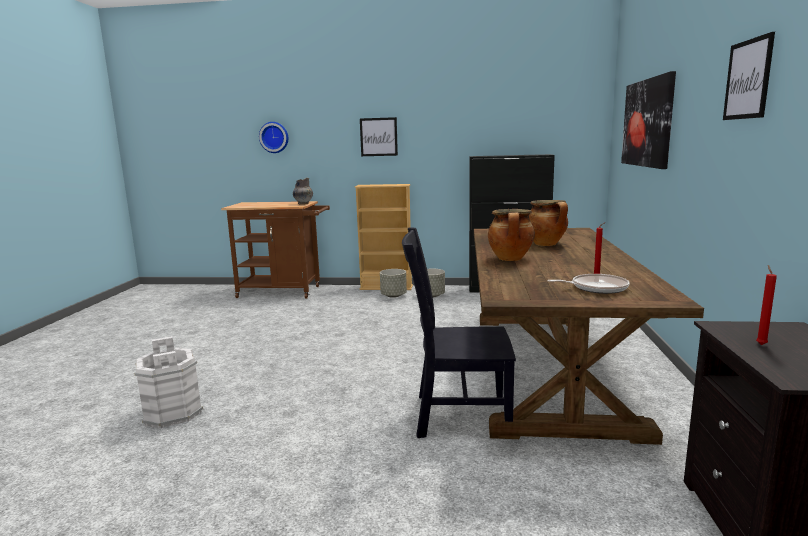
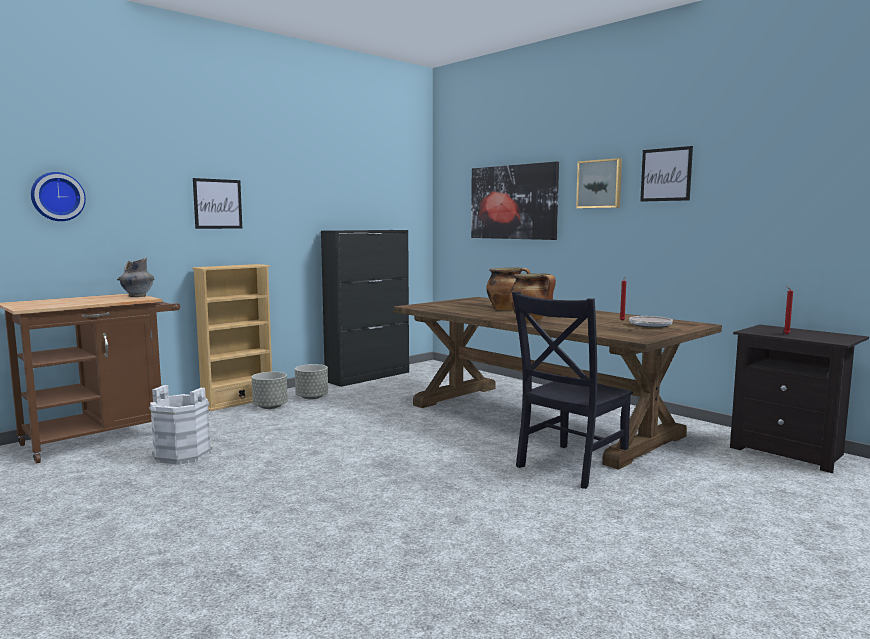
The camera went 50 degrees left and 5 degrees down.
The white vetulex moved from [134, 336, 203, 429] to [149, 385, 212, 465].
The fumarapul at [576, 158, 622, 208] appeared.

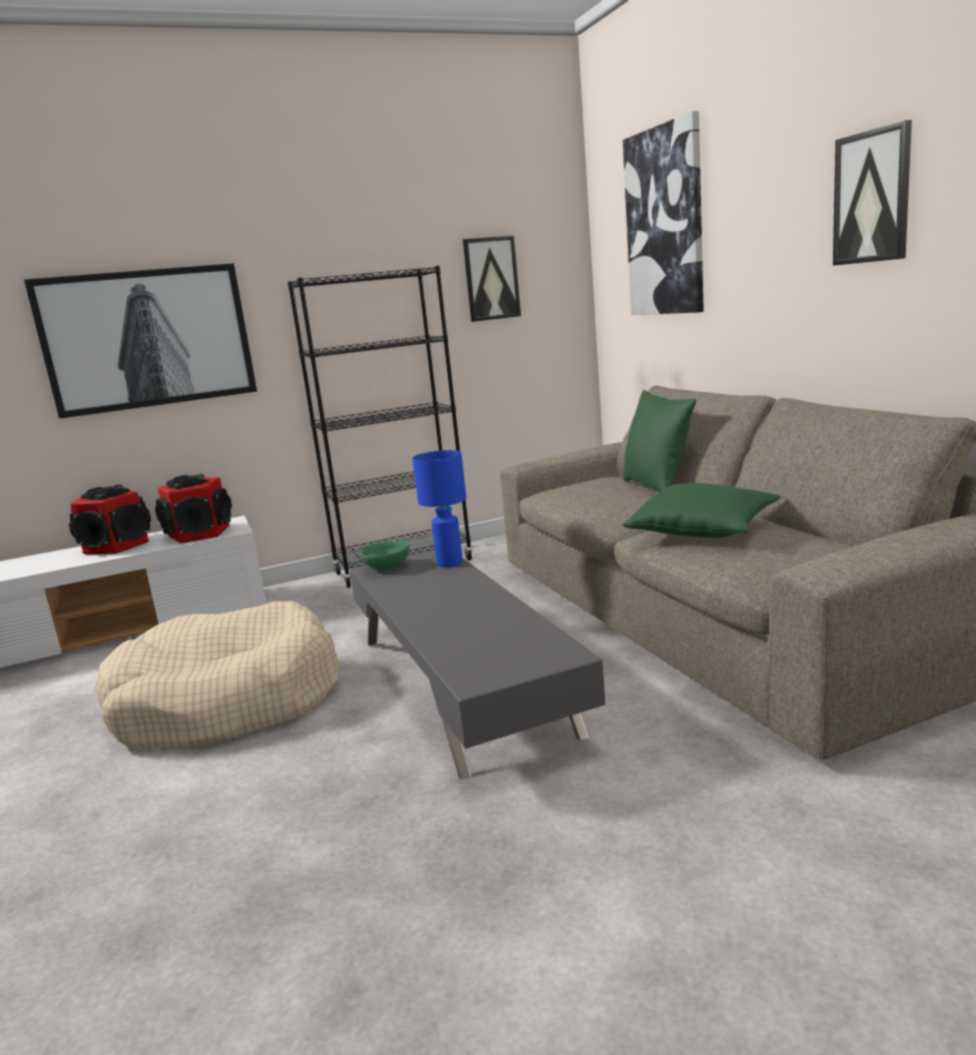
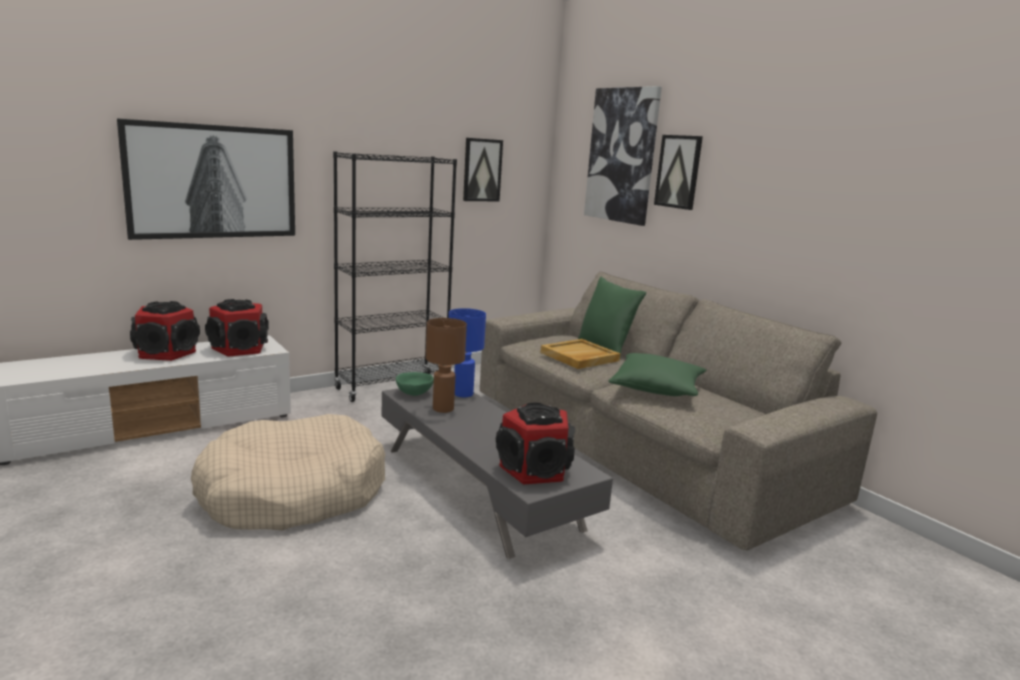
The camera went 15 degrees left and 0 degrees up.
The fumarapul moved from [833, 120, 912, 266] to [654, 135, 703, 210].
The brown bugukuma at [426, 318, 467, 413] appeared.
The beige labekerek at [540, 339, 620, 369] appeared.
The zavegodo at [496, 403, 575, 485] appeared.

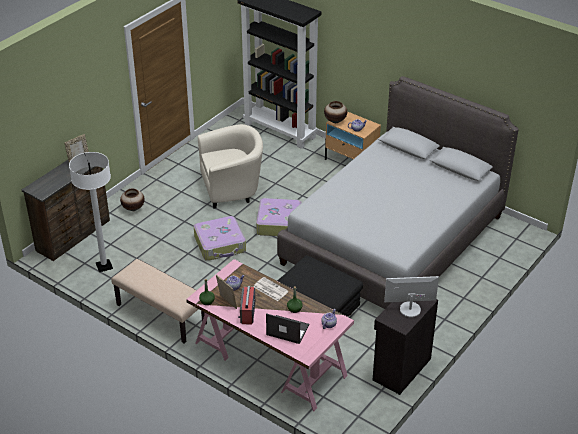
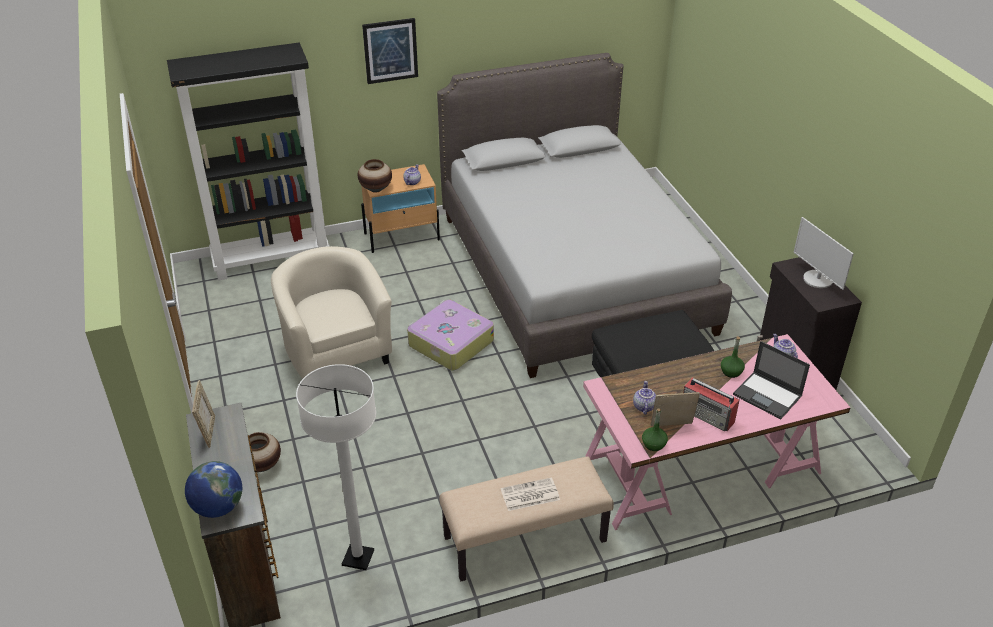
The camera went 55 degrees left and 0 degrees up.
The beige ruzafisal at [198, 124, 263, 209] turned 45 degrees counterclockwise.
The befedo at [194, 216, 246, 261] disappeared.
The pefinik at [384, 276, 439, 317] turned 60 degrees counterclockwise.
The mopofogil moved from [253, 277, 289, 301] to [501, 478, 560, 511].
The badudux at [266, 313, 310, 344] turned 105 degrees counterclockwise.
The fumarapul at [362, 18, 418, 84] appeared.
The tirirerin at [185, 461, 242, 518] appeared.

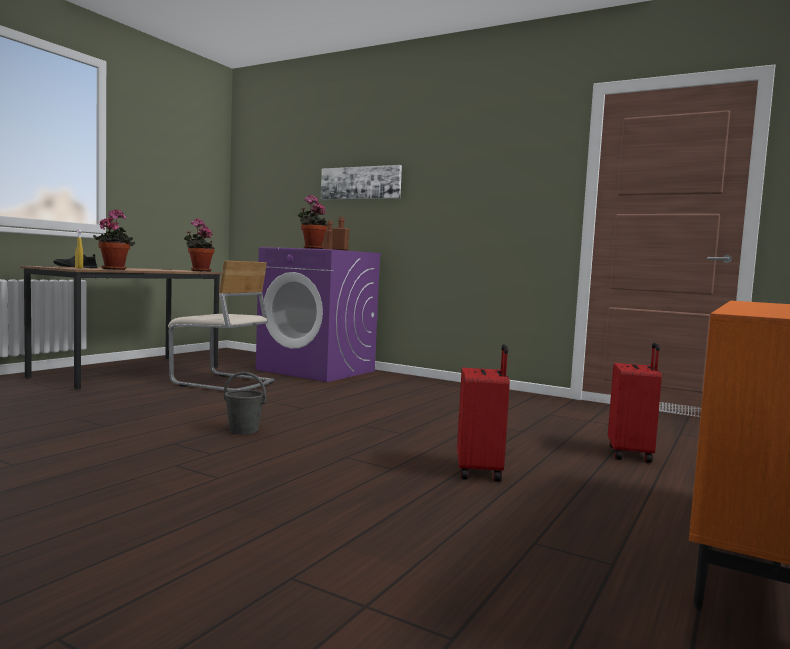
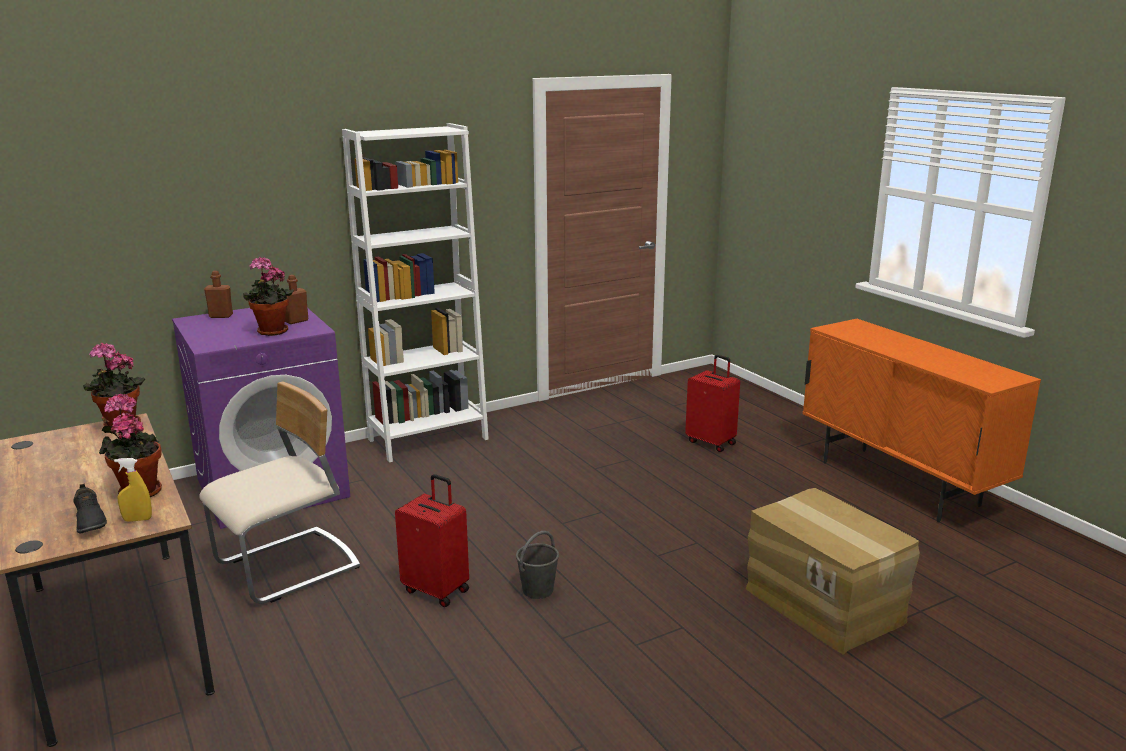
The camera went 60 degrees left and 15 degrees up.
The fumarapul at [321, 165, 402, 199] disappeared.
The red befedo moved from [457, 344, 510, 482] to [395, 474, 469, 607].
The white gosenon at [342, 123, 489, 462] appeared.
The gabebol at [746, 488, 920, 655] appeared.

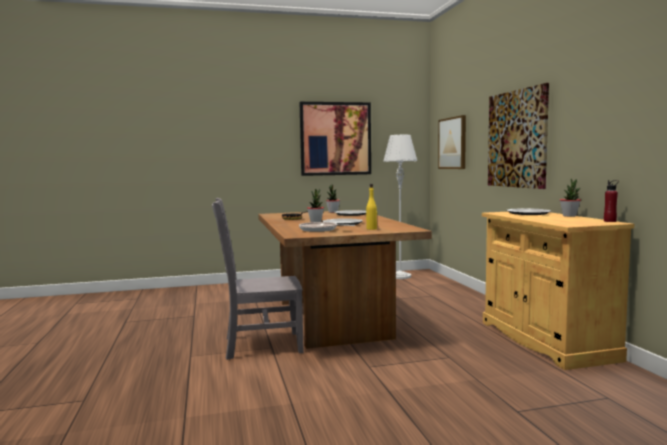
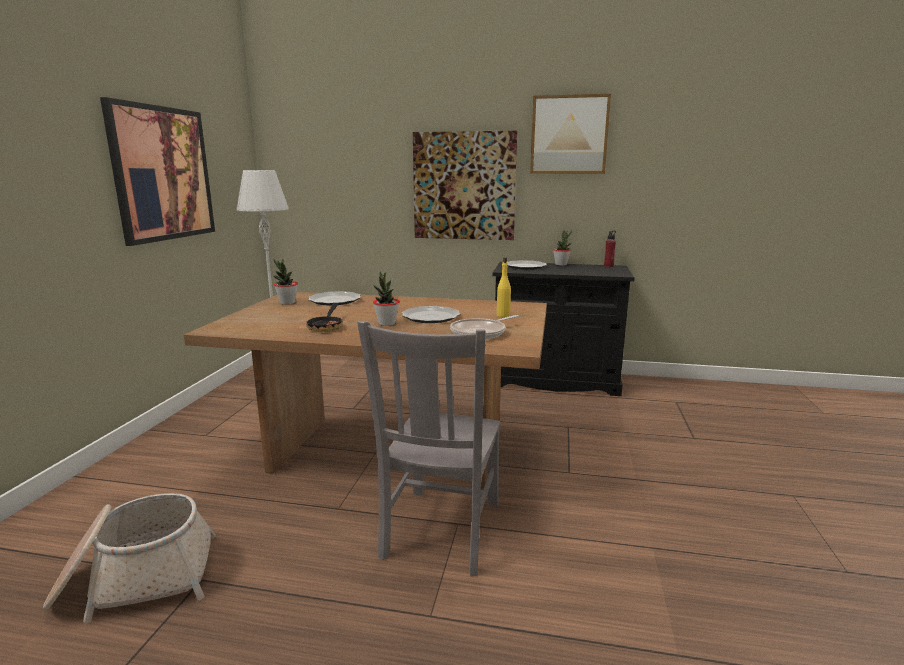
The camera went 65 degrees left and 10 degrees up.
The fumarapul moved from [438, 115, 466, 169] to [530, 94, 611, 174].
The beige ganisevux at [482, 212, 634, 370] became the black ganisevux at [492, 262, 635, 396].
The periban at [43, 493, 216, 623] appeared.

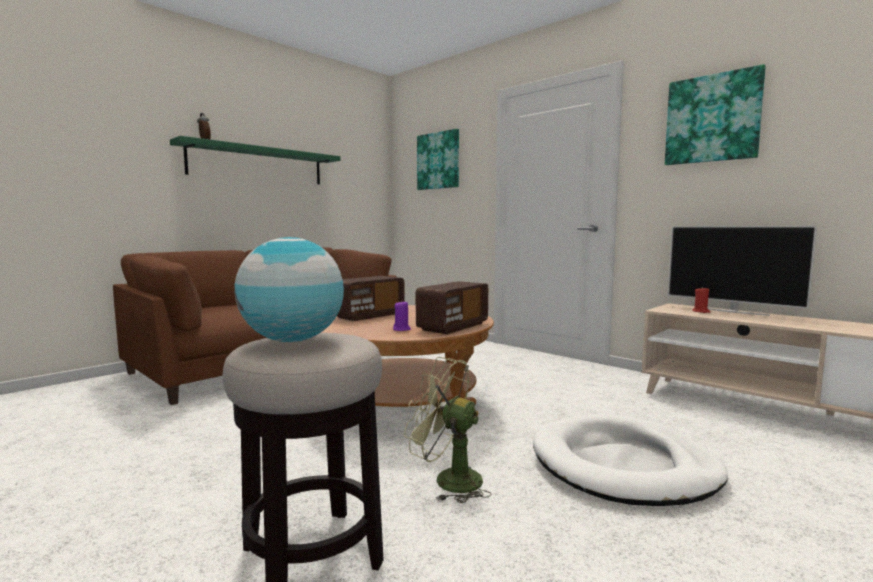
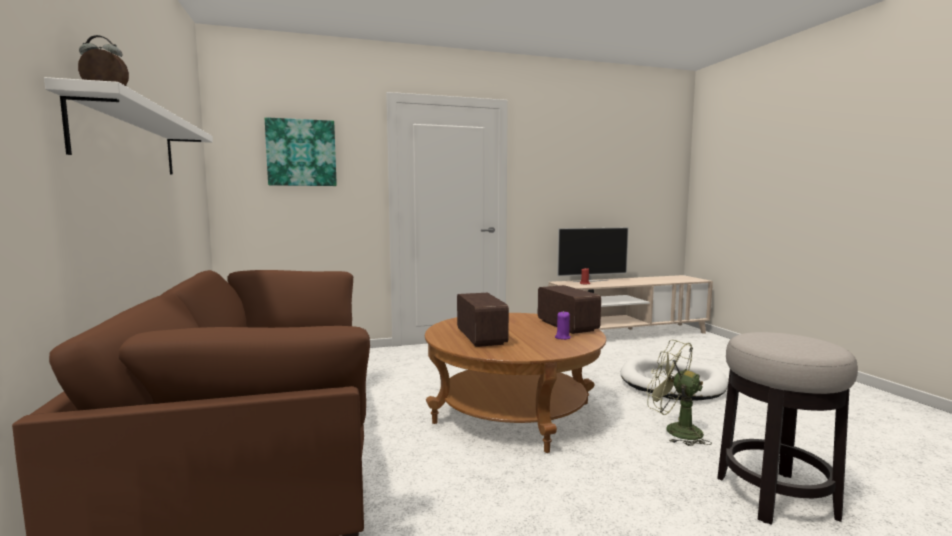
The camera went 60 degrees left and 0 degrees up.
The fumarapul at [665, 64, 766, 165] disappeared.
The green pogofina at [170, 136, 341, 185] became the white pogofina at [44, 77, 213, 175].
The tirirerin at [234, 237, 344, 342] disappeared.
The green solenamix at [404, 357, 492, 503] turned 75 degrees clockwise.

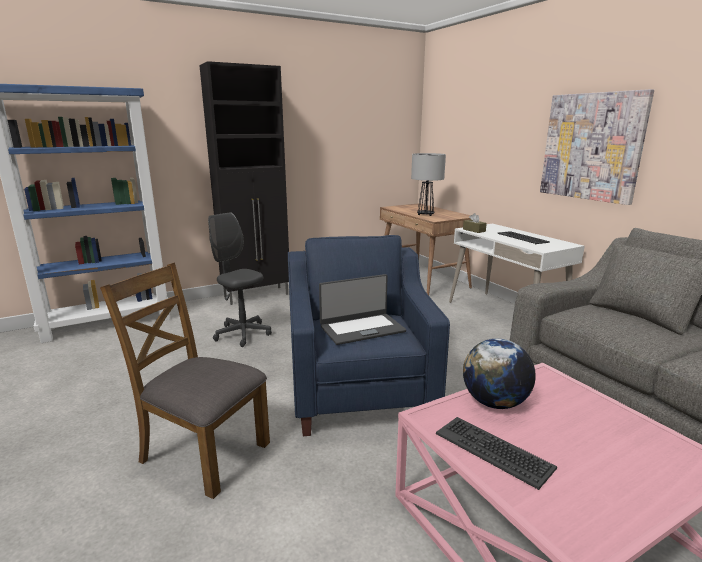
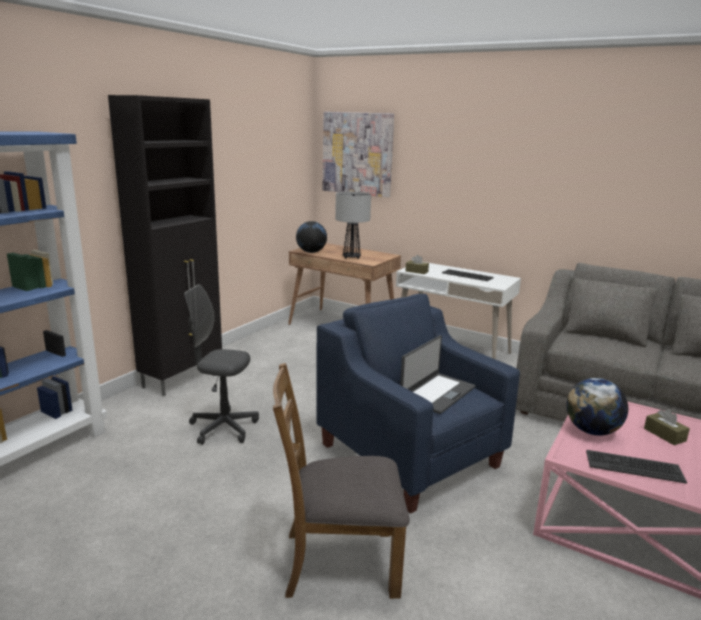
The camera went 30 degrees left and 0 degrees up.
The fumarapul moved from [540, 89, 654, 205] to [323, 112, 394, 198].
The tirirerin at [296, 221, 327, 253] appeared.
The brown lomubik at [644, 409, 690, 445] appeared.

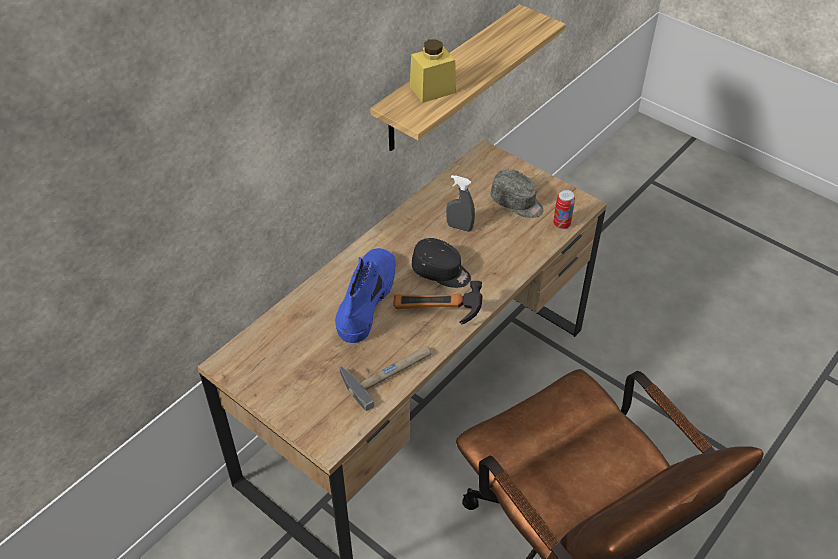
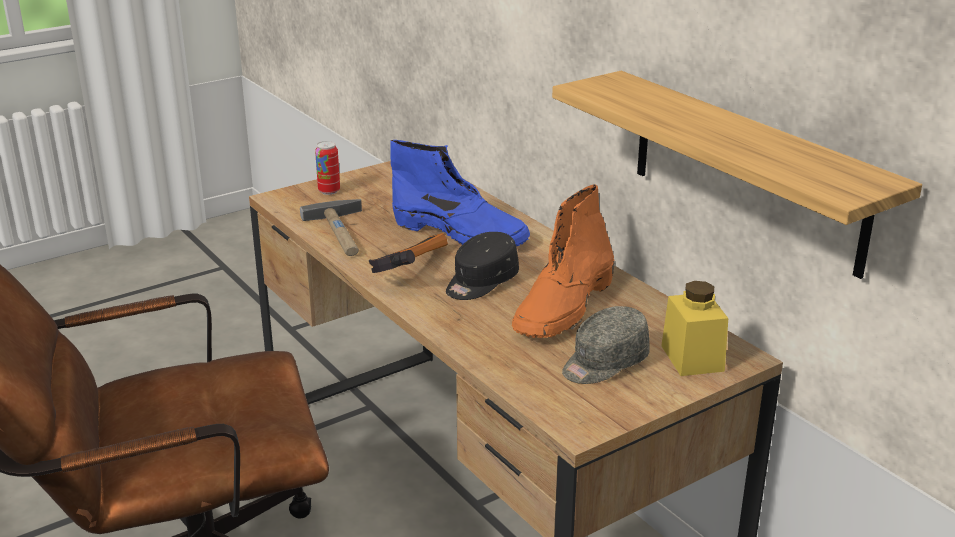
The camera went 105 degrees right and 20 degrees down.
The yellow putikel moved from [410, 39, 456, 103] to [661, 281, 728, 376].
The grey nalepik at [446, 175, 475, 232] was replaced by the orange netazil at [512, 184, 615, 338].
The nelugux moved from [553, 190, 575, 229] to [315, 141, 340, 195].

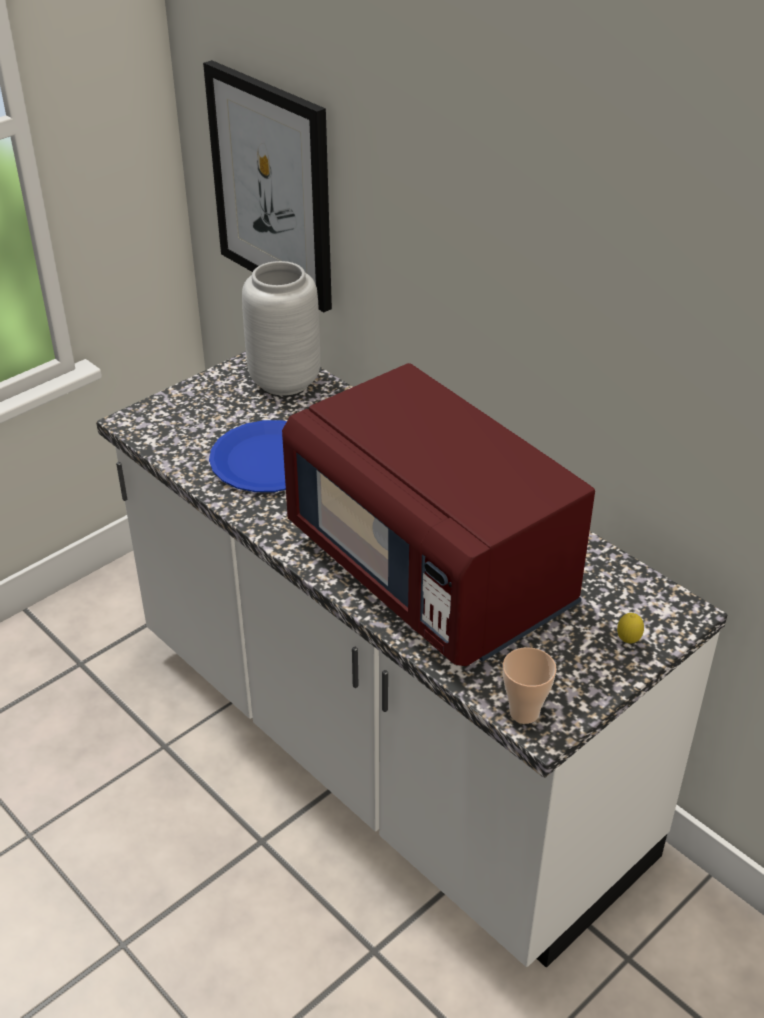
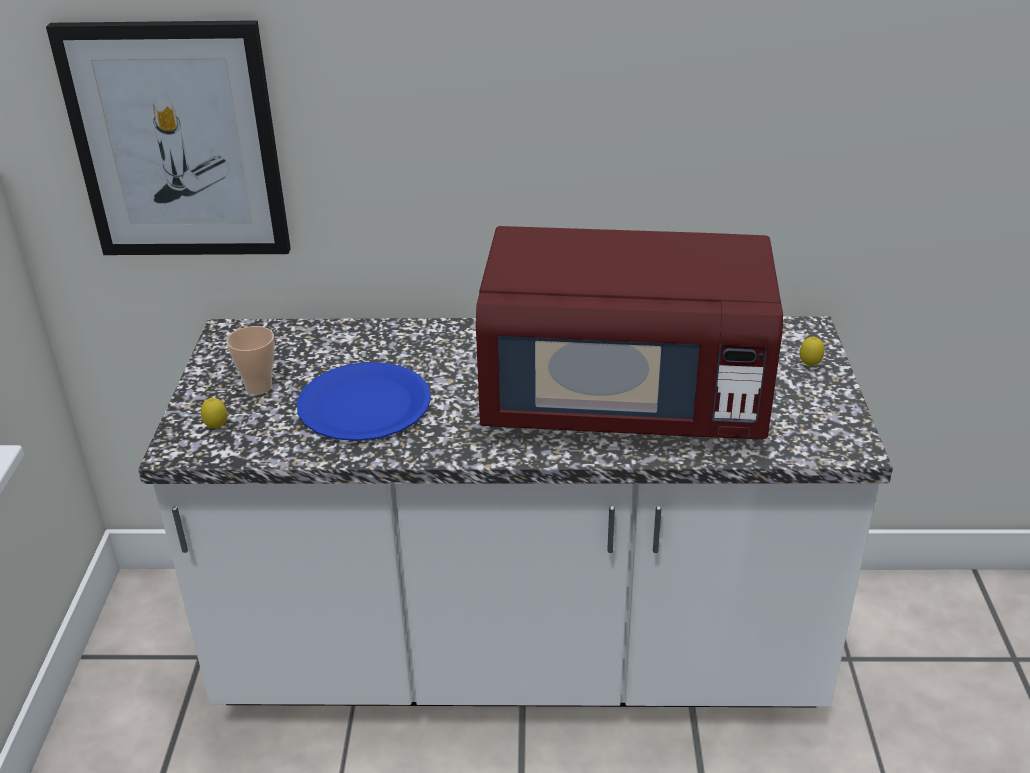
The camera went 45 degrees left and 5 degrees down.
The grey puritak at [242, 261, 320, 396] disappeared.
The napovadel moved from [503, 647, 557, 724] to [227, 326, 275, 395].
The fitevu at [201, 398, 227, 429] appeared.

